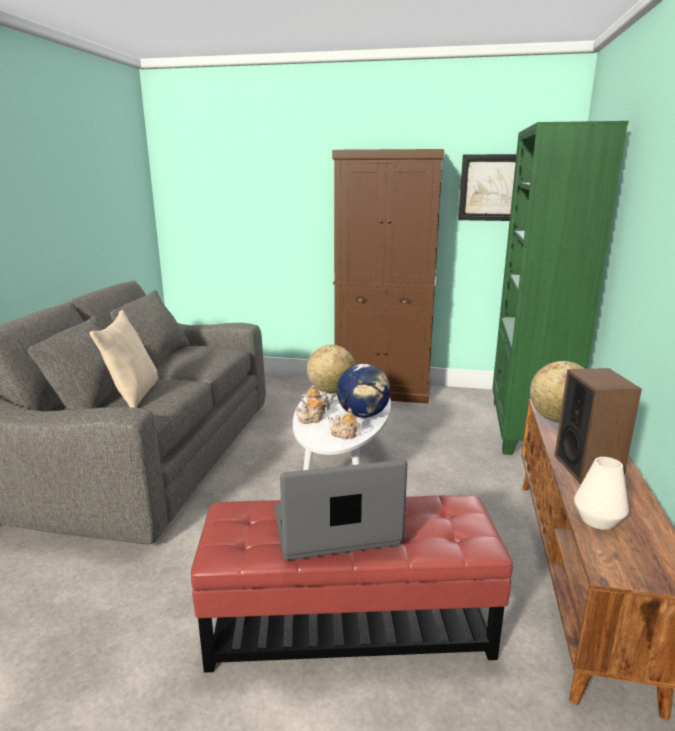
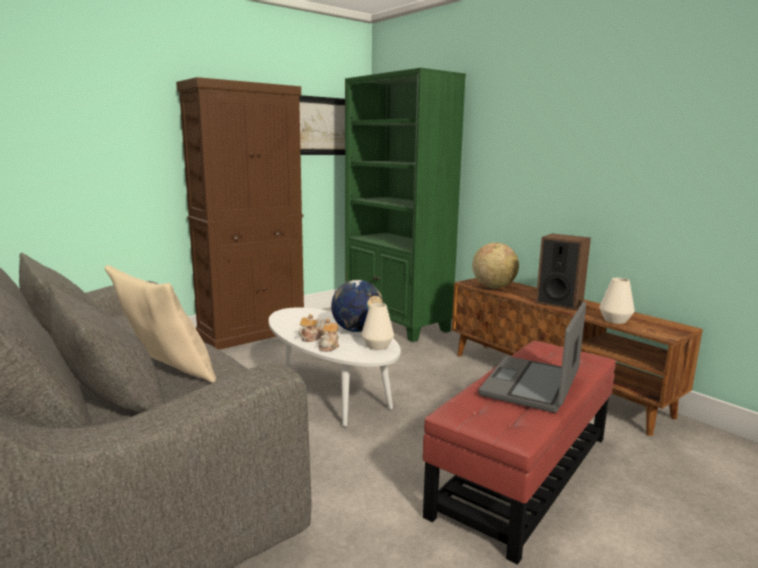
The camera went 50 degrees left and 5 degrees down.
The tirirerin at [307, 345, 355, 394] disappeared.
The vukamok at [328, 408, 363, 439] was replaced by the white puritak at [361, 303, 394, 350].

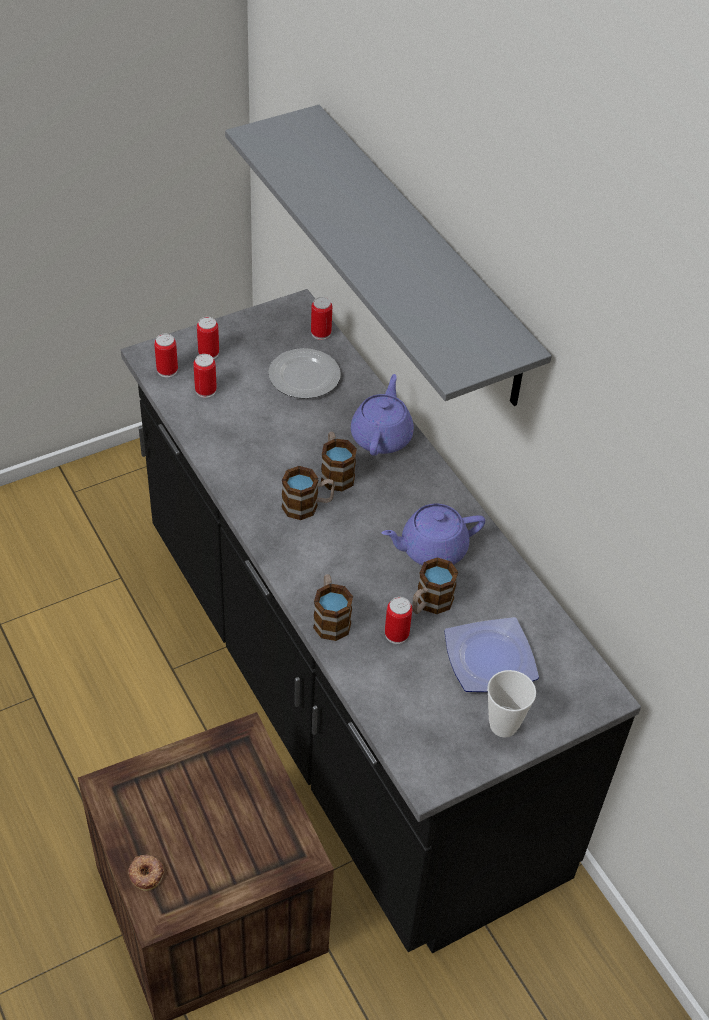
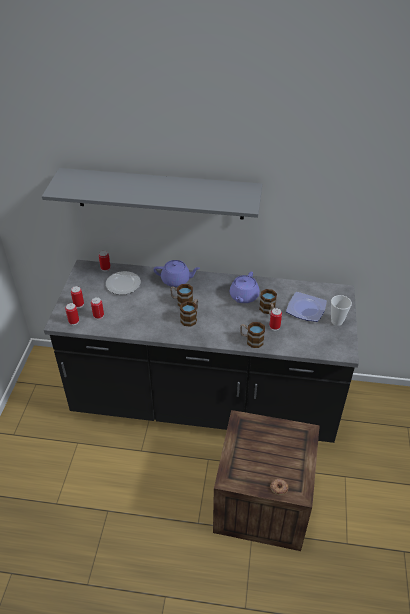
The camera went 50 degrees left and 5 degrees down.
The purple vukamok at [351, 374, 414, 456] turned 135 degrees clockwise.

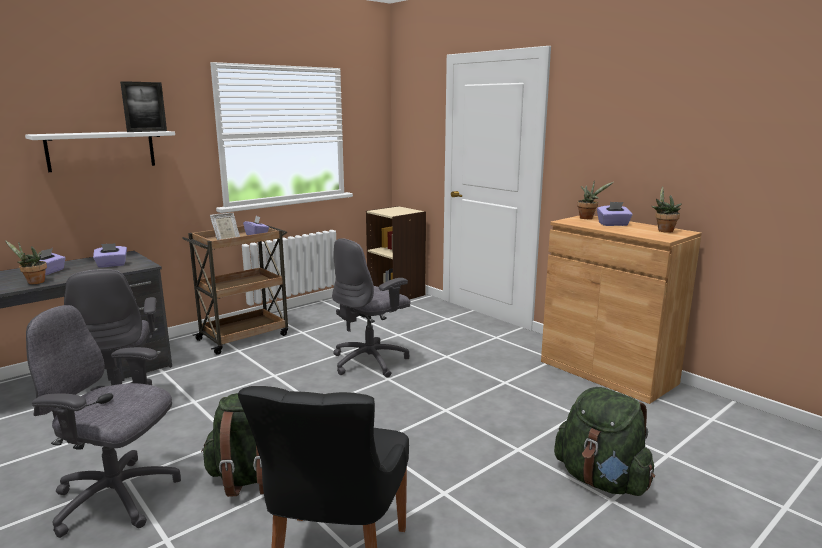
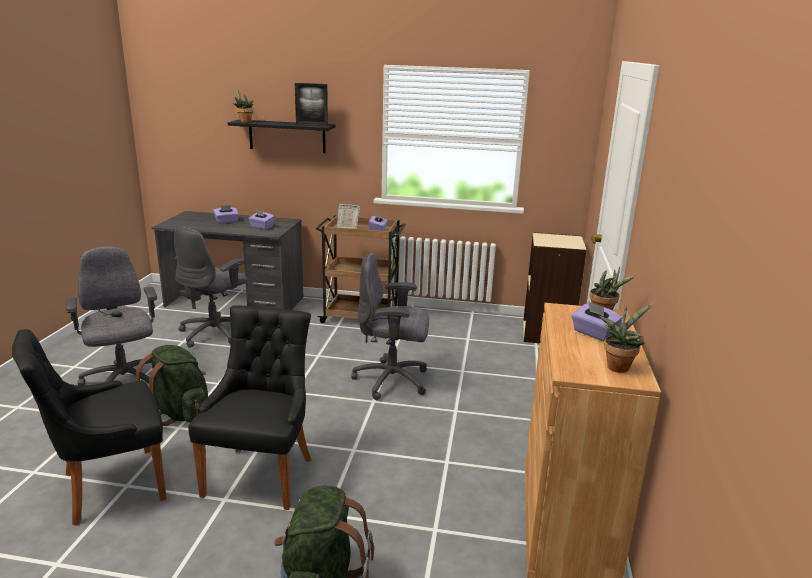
The camera went 50 degrees right and 5 degrees up.
The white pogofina at [25, 131, 175, 172] became the black pogofina at [228, 120, 336, 153].
The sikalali moved from [5, 240, 47, 284] to [233, 89, 254, 123].
The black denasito at [188, 305, 311, 510] appeared.

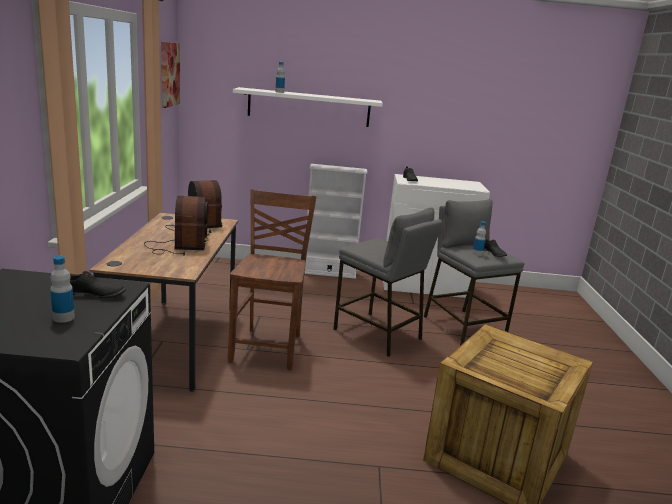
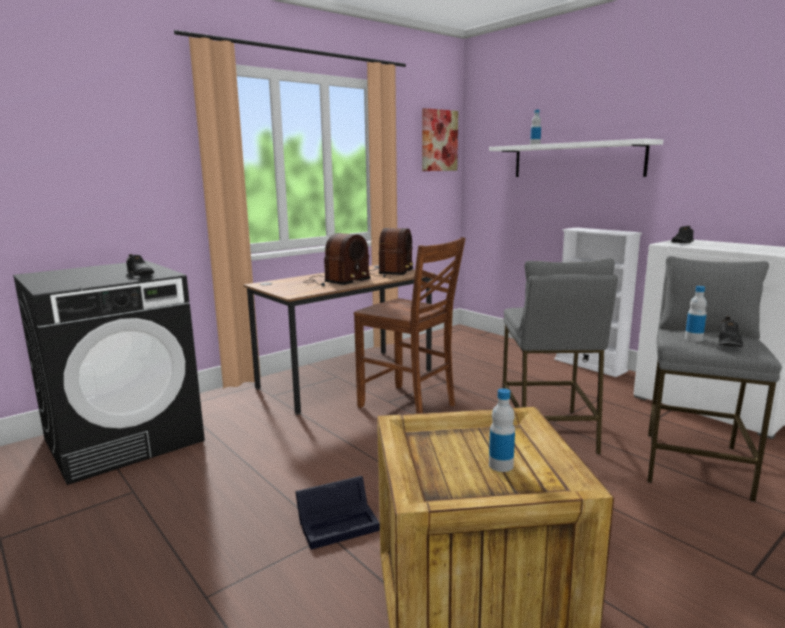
The camera went 50 degrees right and 5 degrees down.
The brown denasito at [228, 189, 317, 370] turned 75 degrees clockwise.
The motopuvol moved from [50, 256, 75, 323] to [489, 388, 515, 472].
The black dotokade at [295, 476, 380, 550] appeared.

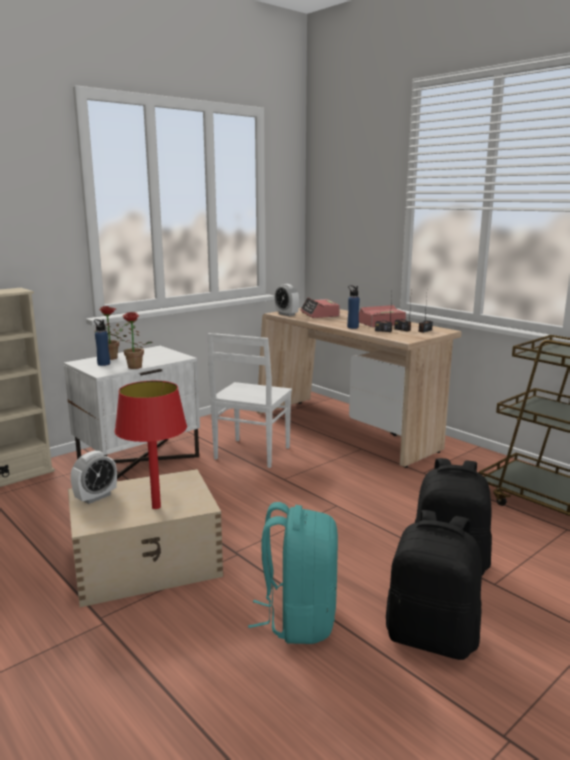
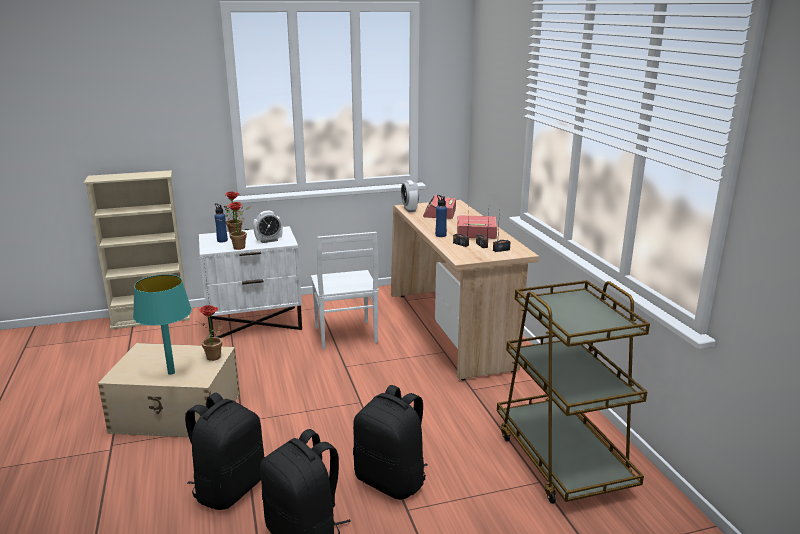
The camera went 25 degrees right and 5 degrees up.
The white denasito at [208, 333, 292, 468] turned 60 degrees counterclockwise.
The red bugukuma at [115, 381, 187, 509] became the turquoise bugukuma at [133, 275, 192, 375].
The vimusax moved from [71, 451, 117, 504] to [253, 211, 283, 243].
The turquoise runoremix at [248, 502, 338, 644] became the black runoremix at [185, 393, 264, 510].
The sikalali at [197, 305, 222, 361] appeared.

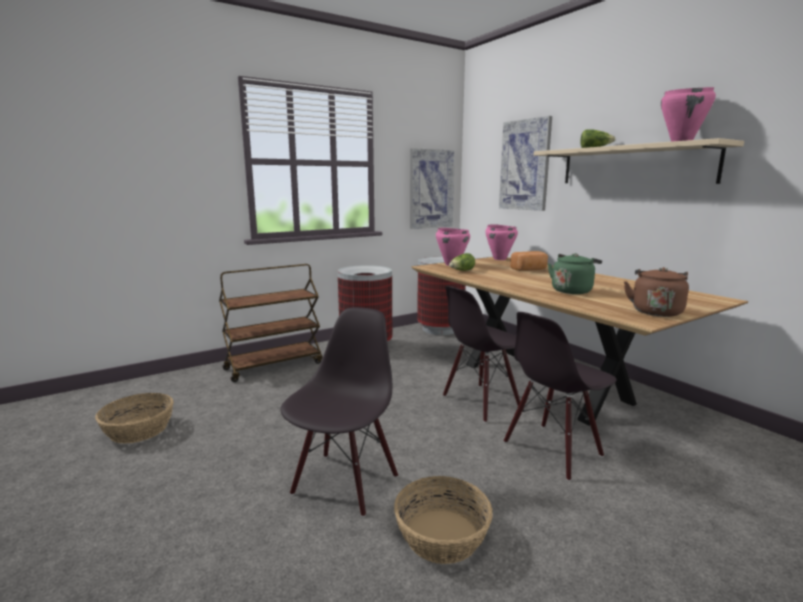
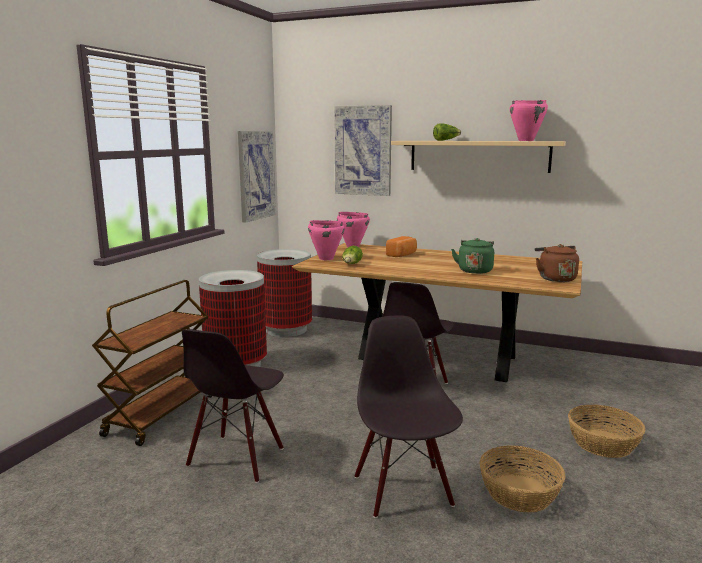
The camera went 35 degrees left and 0 degrees up.
The black denasito moved from [504, 312, 617, 481] to [182, 329, 284, 483].
The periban moved from [95, 393, 174, 444] to [568, 405, 646, 458].

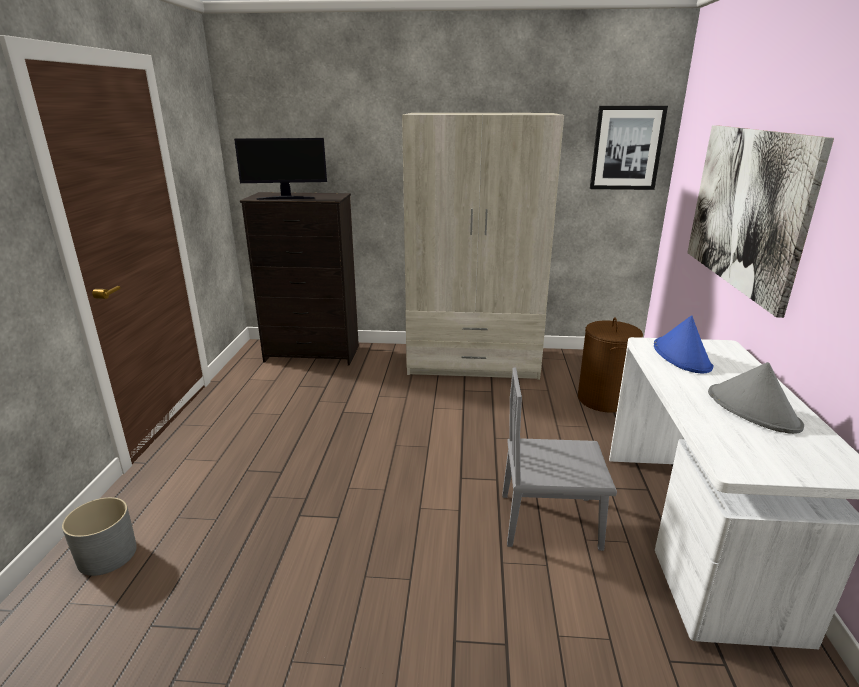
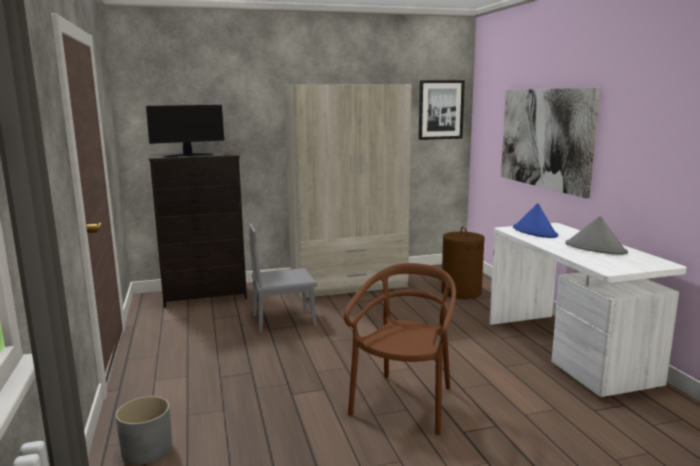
The camera went 20 degrees left and 10 degrees down.
The grey denasito moved from [502, 368, 617, 551] to [249, 224, 317, 333].
The brown denasito at [344, 263, 456, 435] appeared.

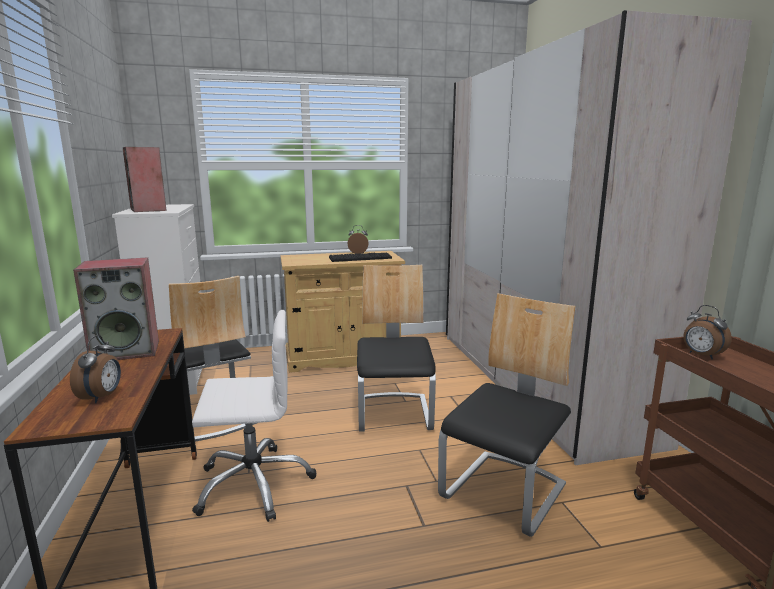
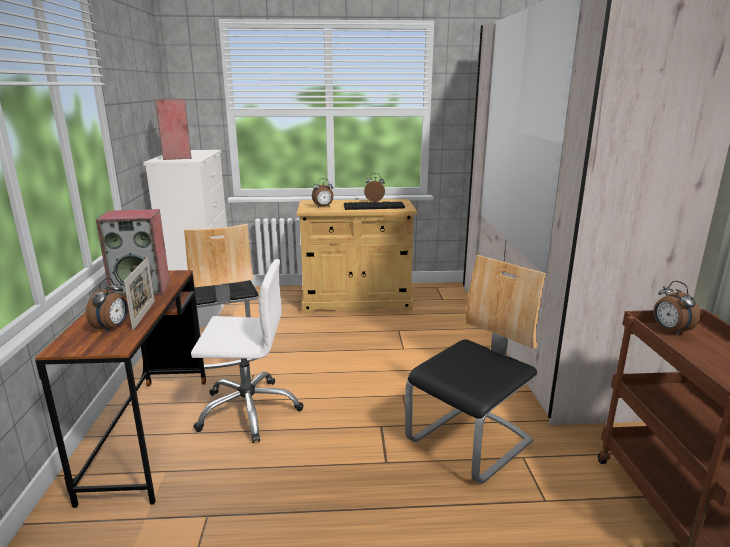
The camera went 10 degrees right and 5 degrees up.
The denasito at [357, 265, 436, 432] disappeared.
The vimusax at [312, 178, 333, 208] appeared.
The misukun at [124, 257, 155, 330] appeared.

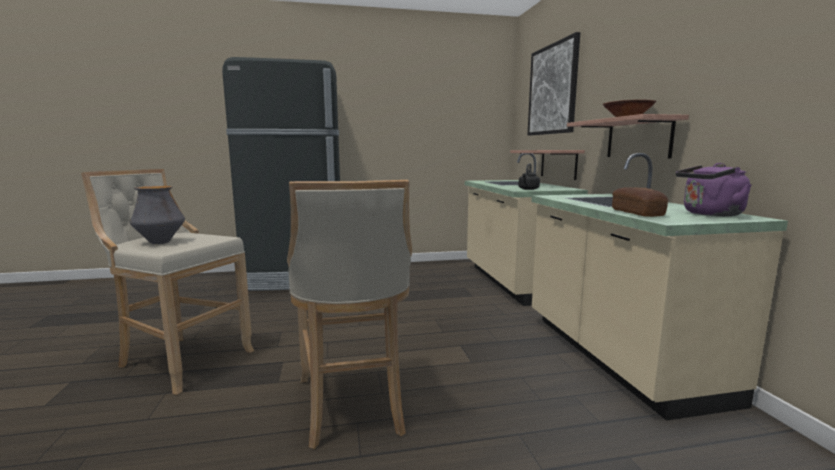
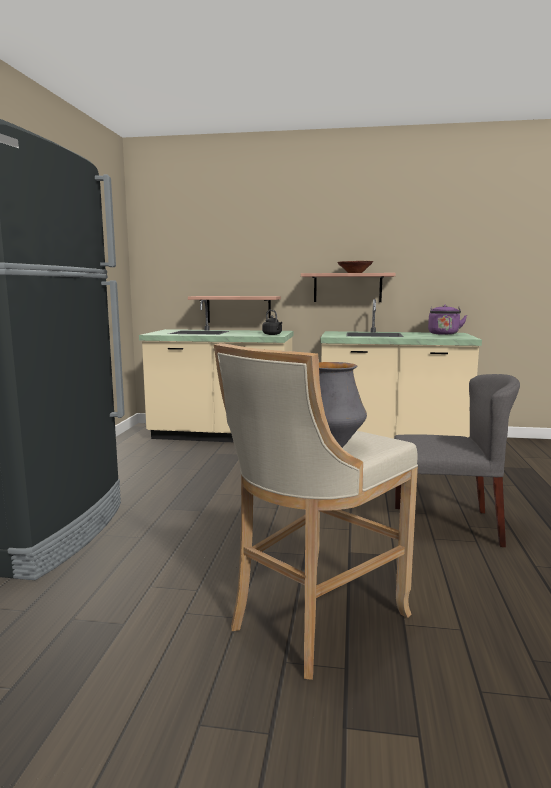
The camera went 70 degrees left and 0 degrees up.
The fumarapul at [527, 32, 580, 135] disappeared.
The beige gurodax at [287, 180, 412, 449] was replaced by the grey denasito at [394, 374, 520, 547].
The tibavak at [612, 187, 668, 217] disappeared.

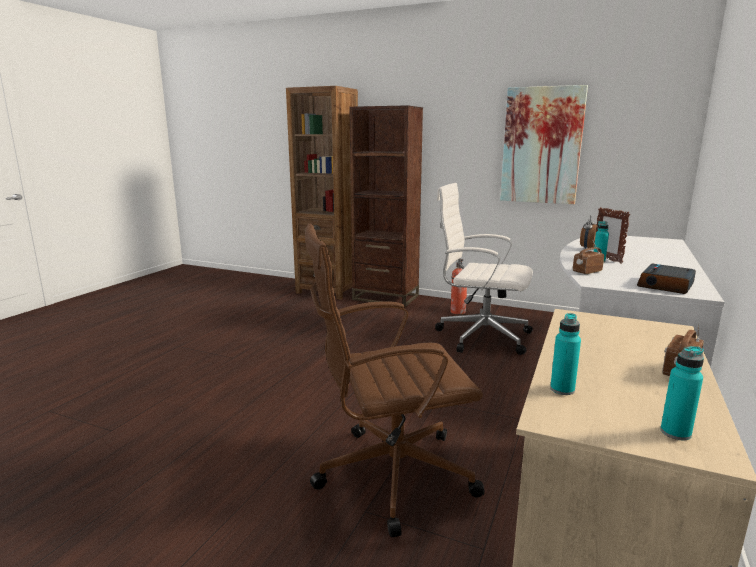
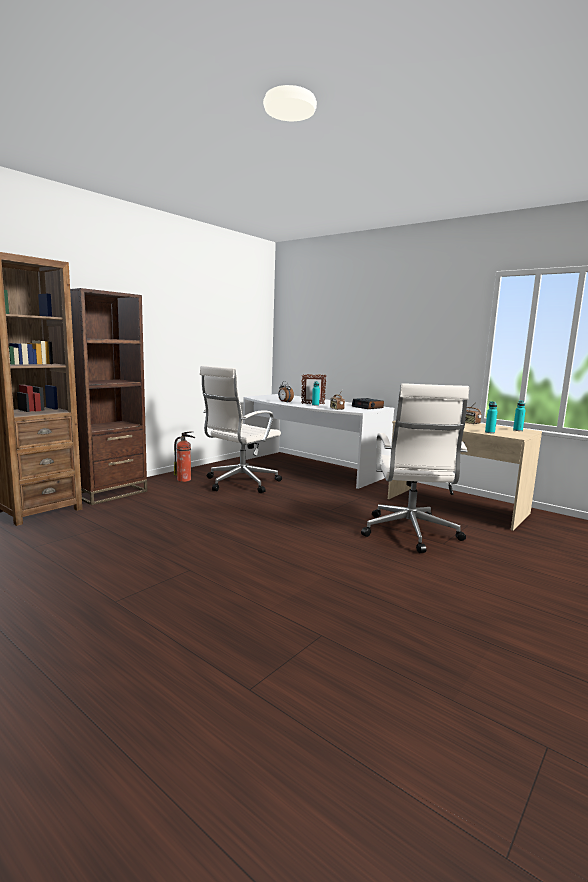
The camera went 75 degrees left and 5 degrees down.
The fumarapul at [500, 85, 588, 204] disappeared.
The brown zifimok at [305, 224, 485, 537] became the white zifimok at [361, 383, 469, 553].

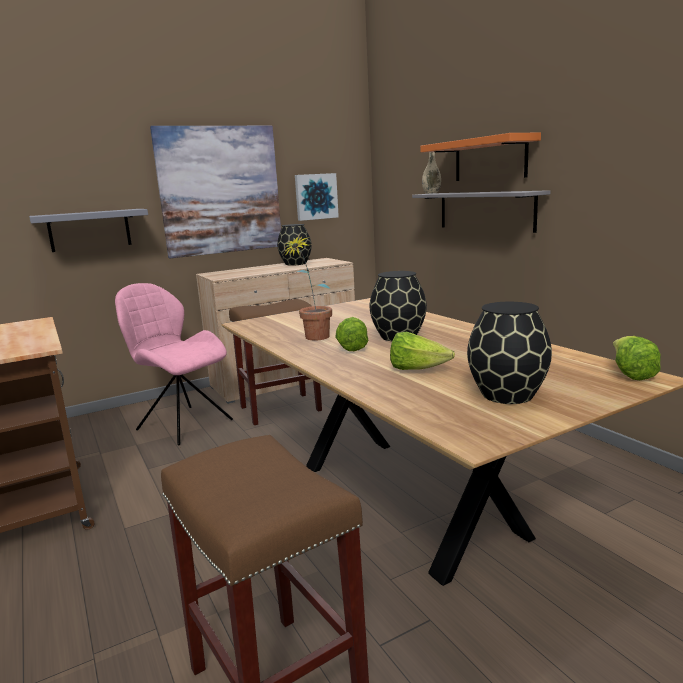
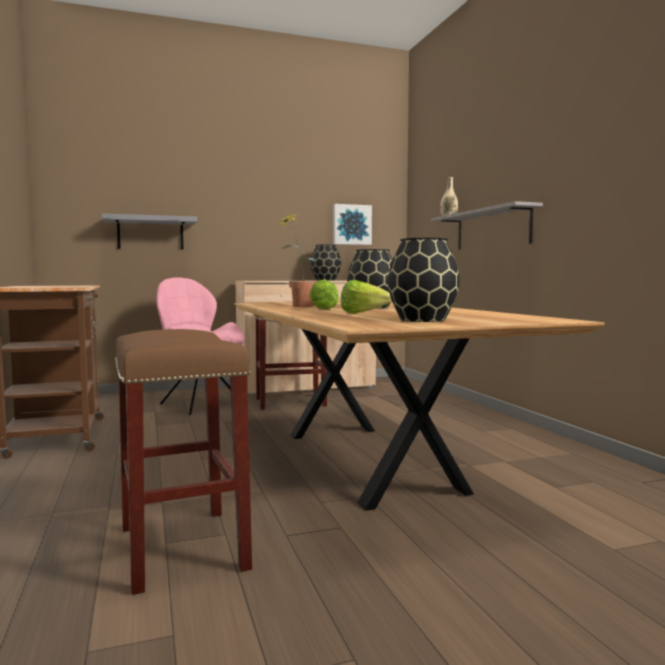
The camera went 10 degrees right and 10 degrees down.
The fumarapul at [150, 126, 281, 258] disappeared.
The orange pogofina at [420, 133, 541, 181] disappeared.
The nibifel at [613, 336, 661, 380] disappeared.

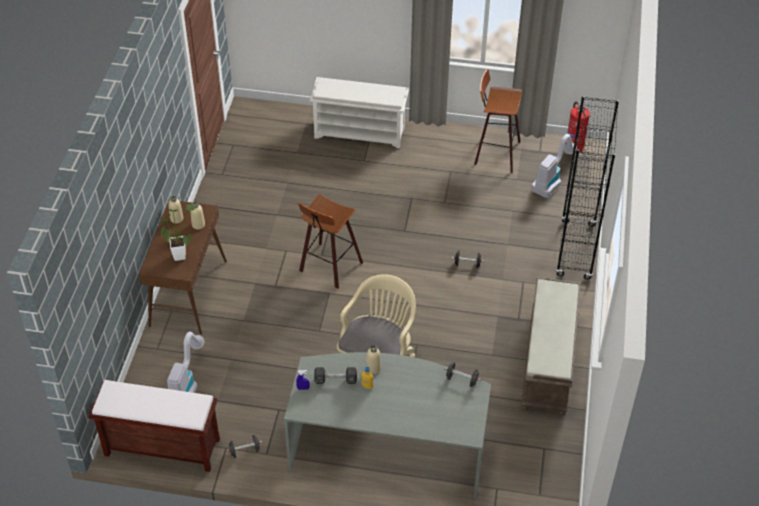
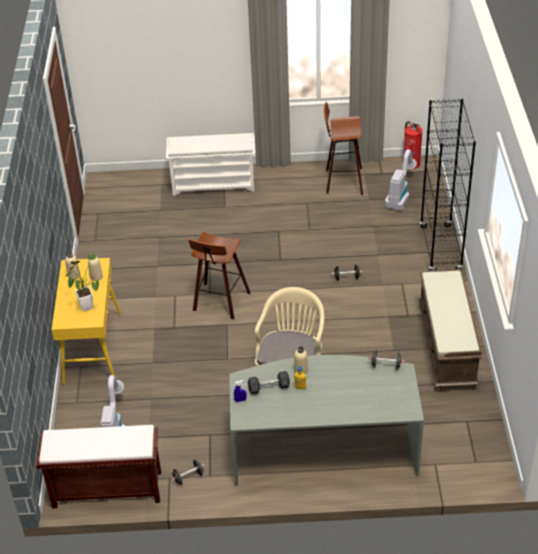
The camera went 10 degrees left and 5 degrees down.
The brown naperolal at [139, 200, 227, 334] became the yellow naperolal at [51, 258, 122, 385].

